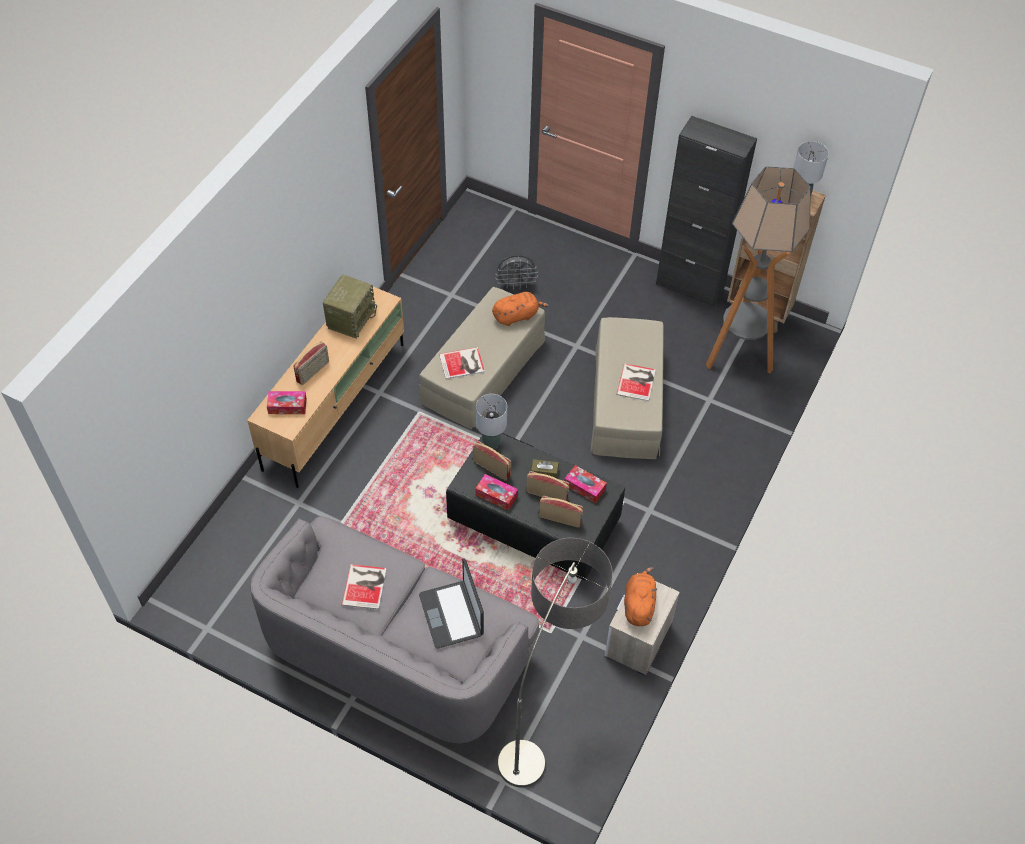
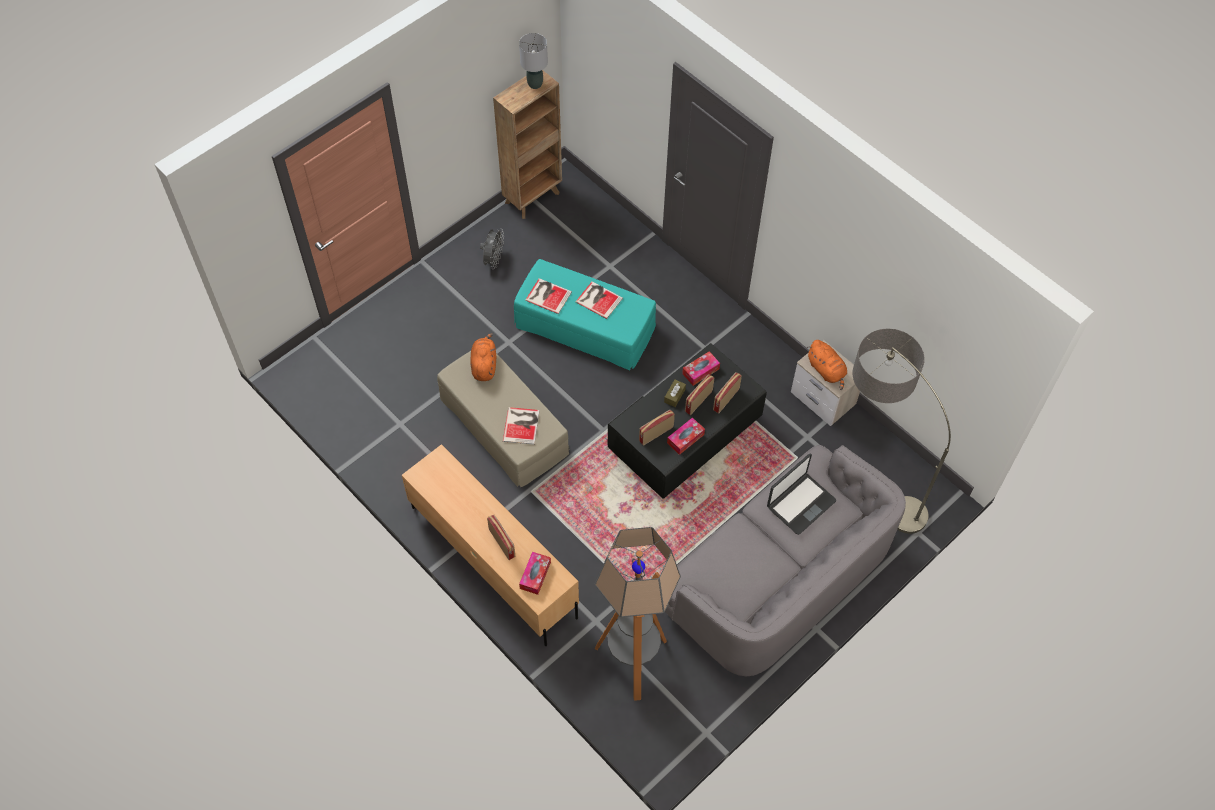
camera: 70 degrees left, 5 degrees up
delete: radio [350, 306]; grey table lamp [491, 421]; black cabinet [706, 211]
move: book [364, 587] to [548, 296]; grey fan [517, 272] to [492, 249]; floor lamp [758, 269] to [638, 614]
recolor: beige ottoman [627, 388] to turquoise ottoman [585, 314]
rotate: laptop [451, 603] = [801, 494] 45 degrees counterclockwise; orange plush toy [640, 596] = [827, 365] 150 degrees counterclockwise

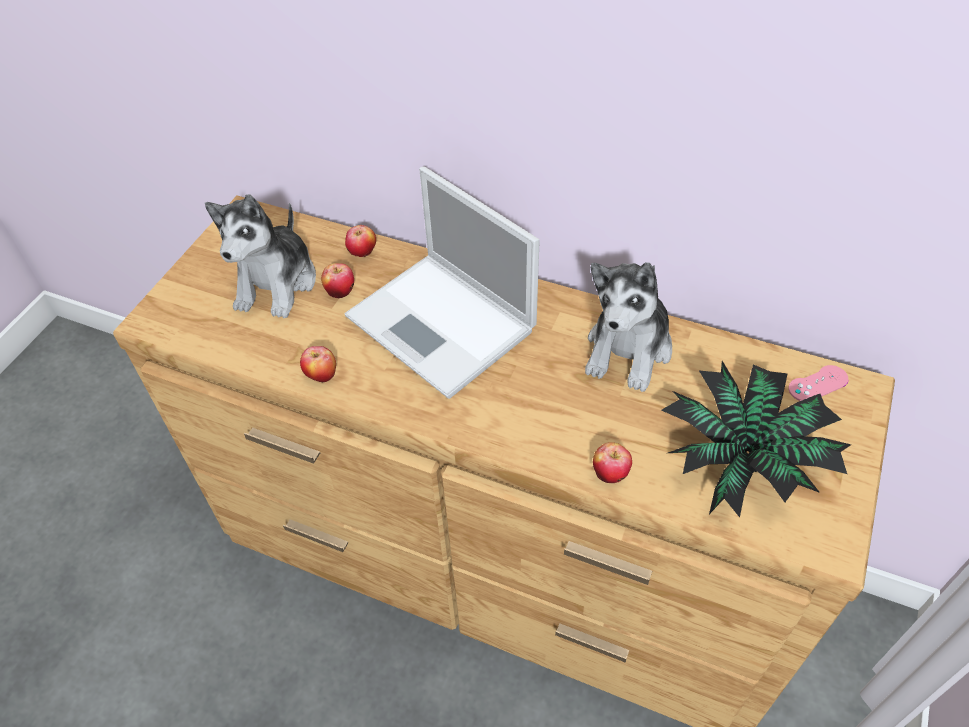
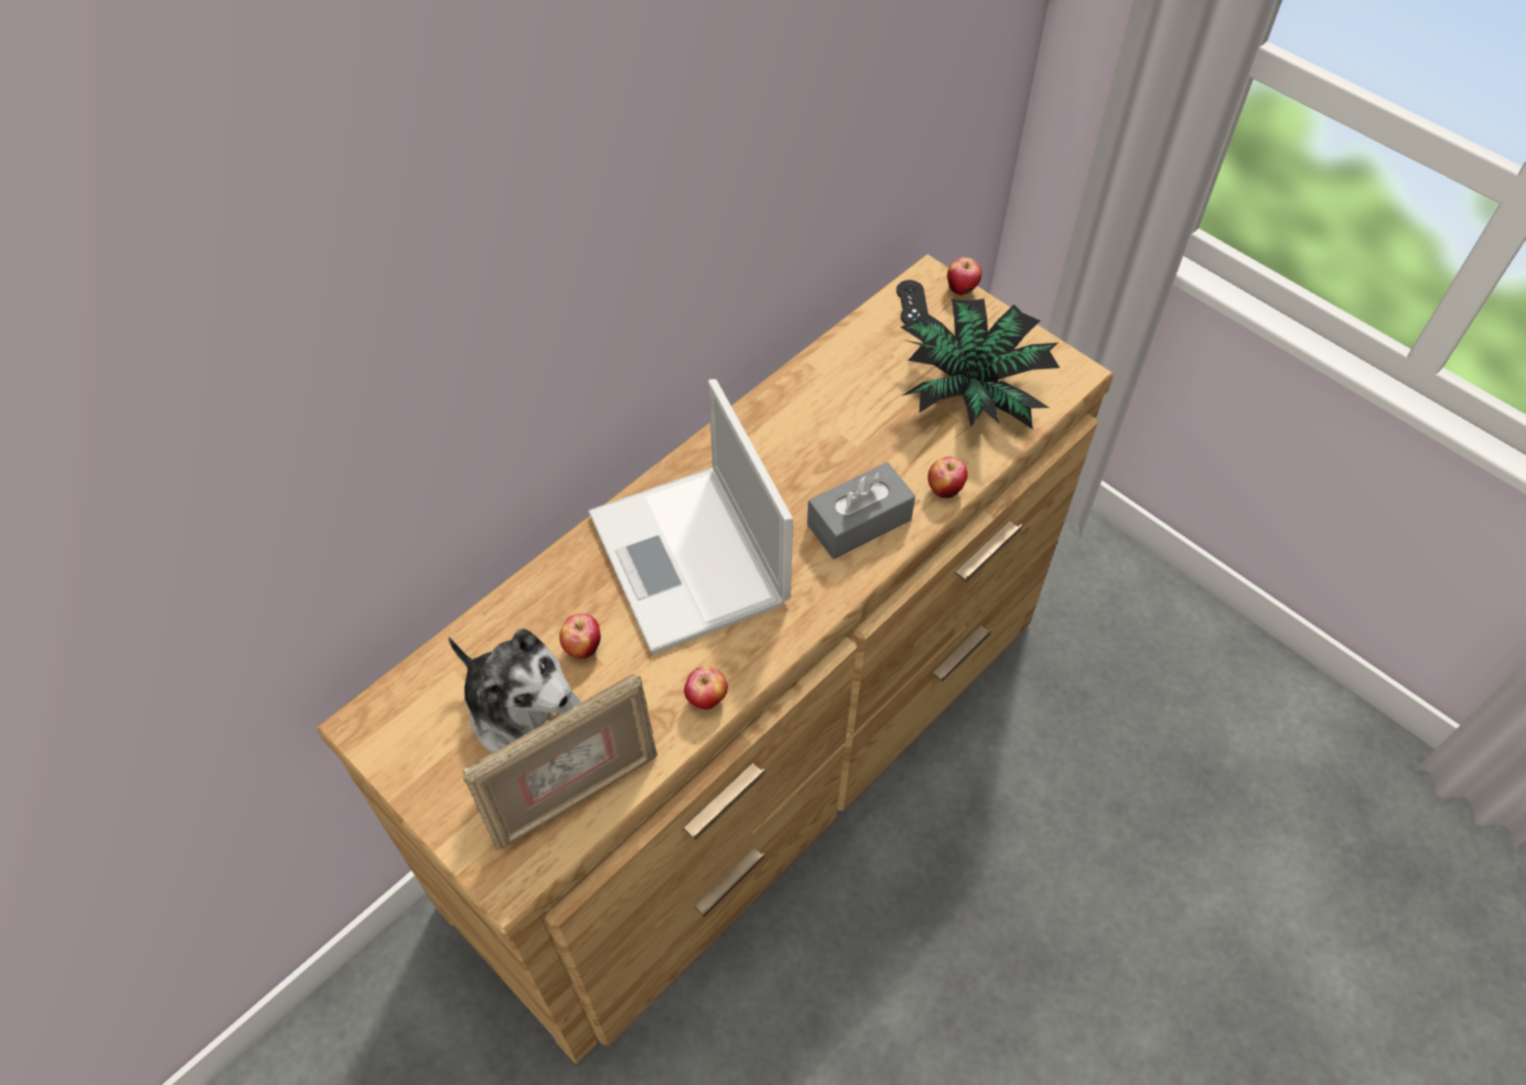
camera: 70 degrees left, 5 degrees up
delete: plush toy [628, 327]
insert: picture frame [560, 762]; grey tissue box [861, 510]
move: apple [360, 241] to [964, 276]
recolor: pink game controller [818, 383] to black game controller [912, 302]
rotate: laptop [442, 282] = [690, 516] 90 degrees clockwise

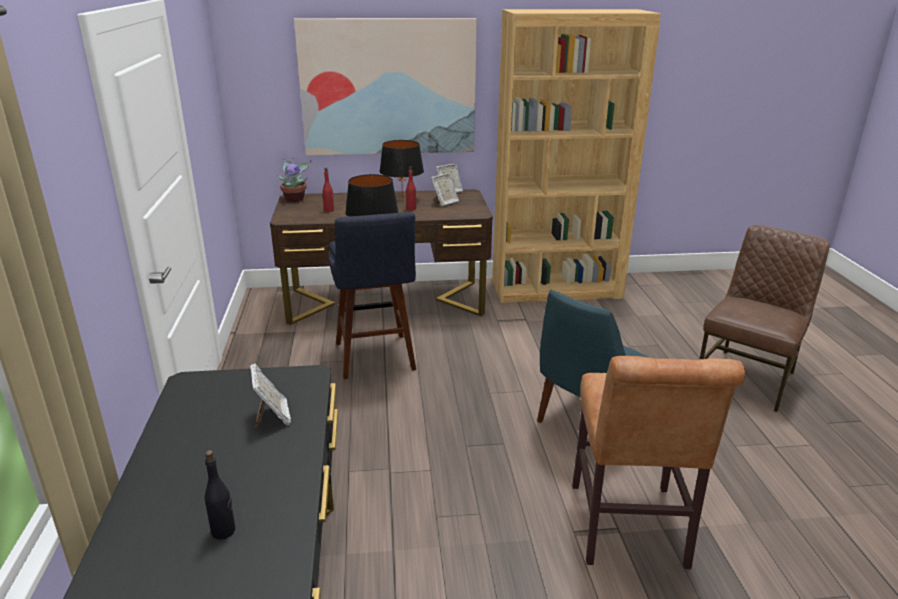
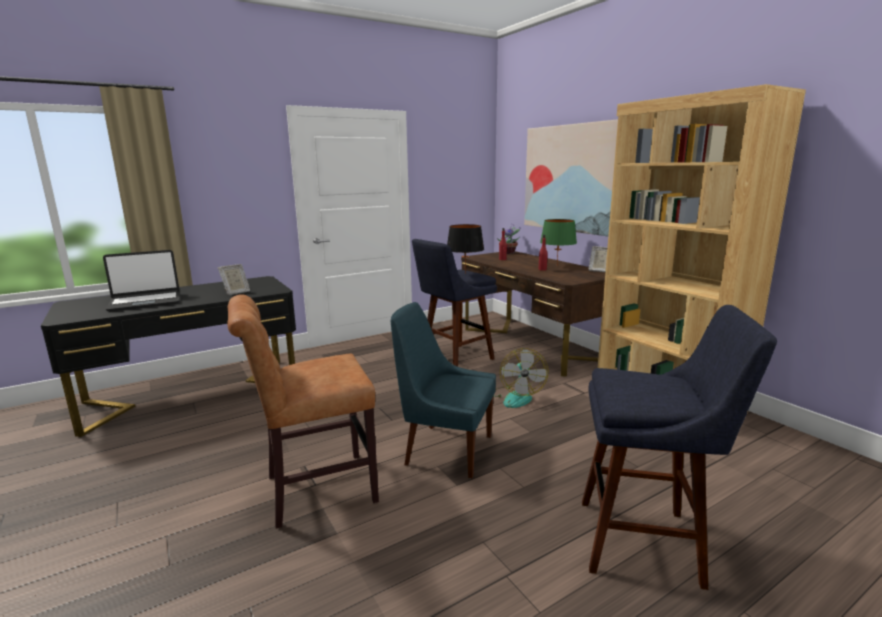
camera: 65 degrees right, 10 degrees down
delete: picture frame [445, 189]
insert: fan [521, 378]
replace: black bottle [220, 495] to laptop [141, 280]; brown chair [764, 318] to blue stool [679, 447]
recolor: black table lamp [401, 169] to green table lamp [558, 241]

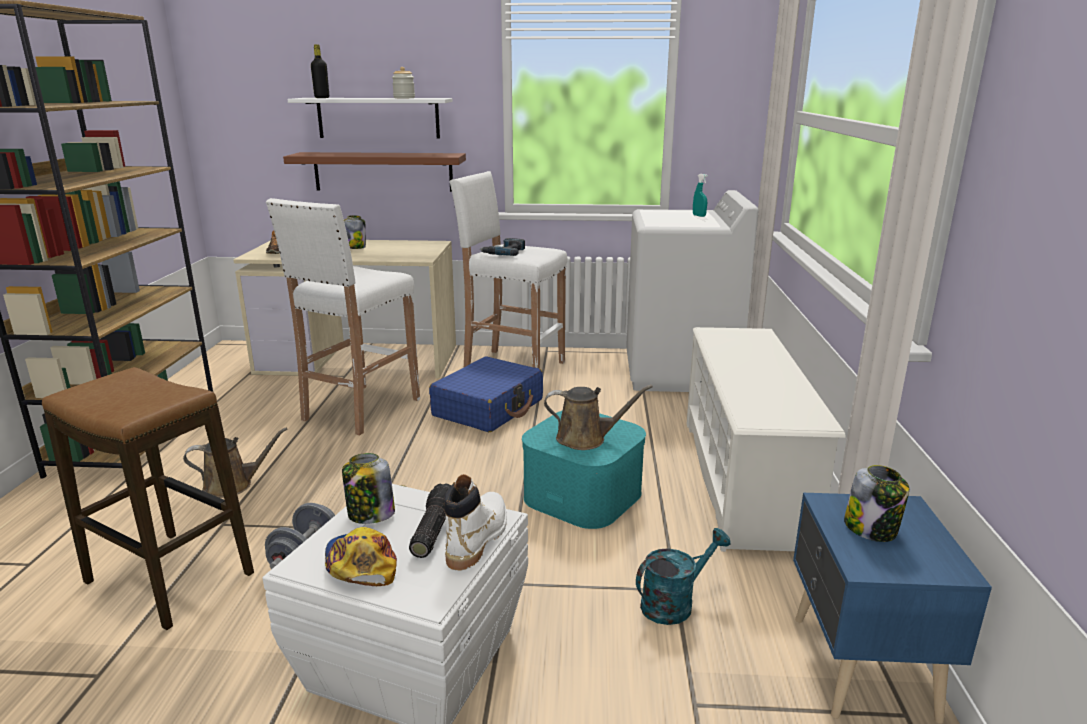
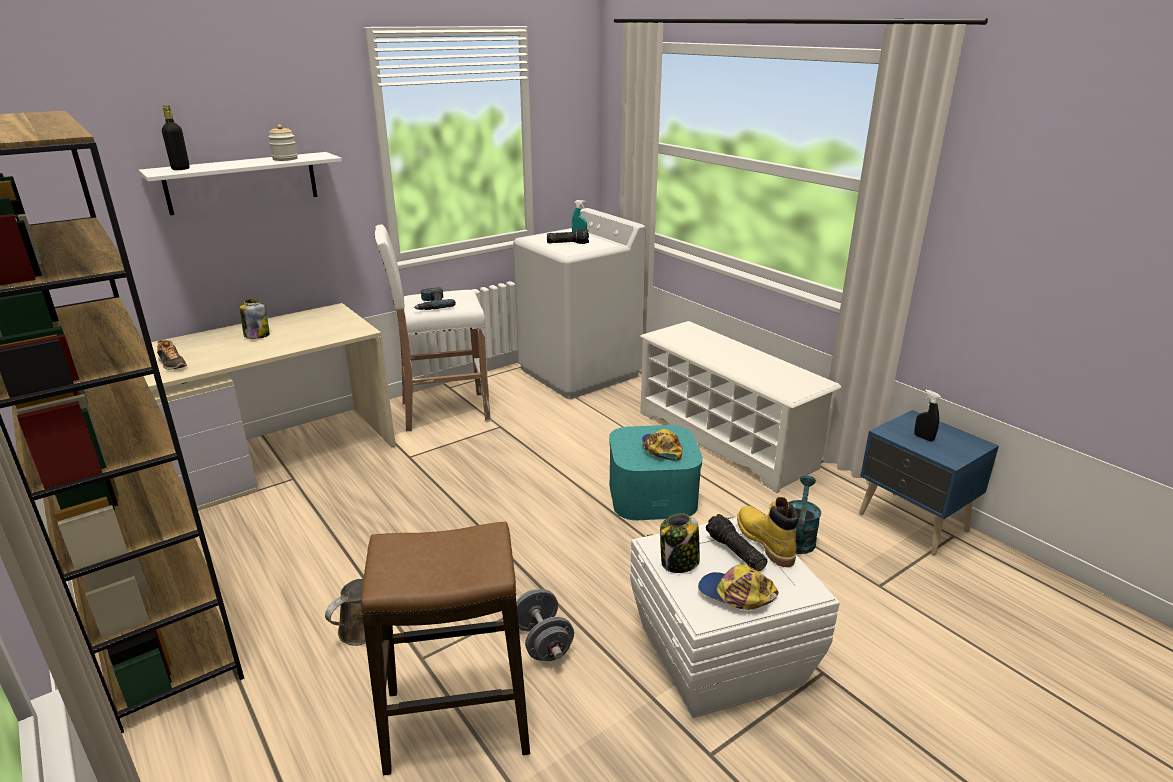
camera: 40 degrees left, 5 degrees up
delete: white stool [343, 316]; brown shelf [374, 172]; blue suitcase [486, 394]
insert: flashlight [568, 236]
replace: brown watering can [598, 417] to cap [662, 445]; jar [876, 503] to black spray bottle [927, 416]
recolor: white boot [475, 522] to yellow boot [768, 532]

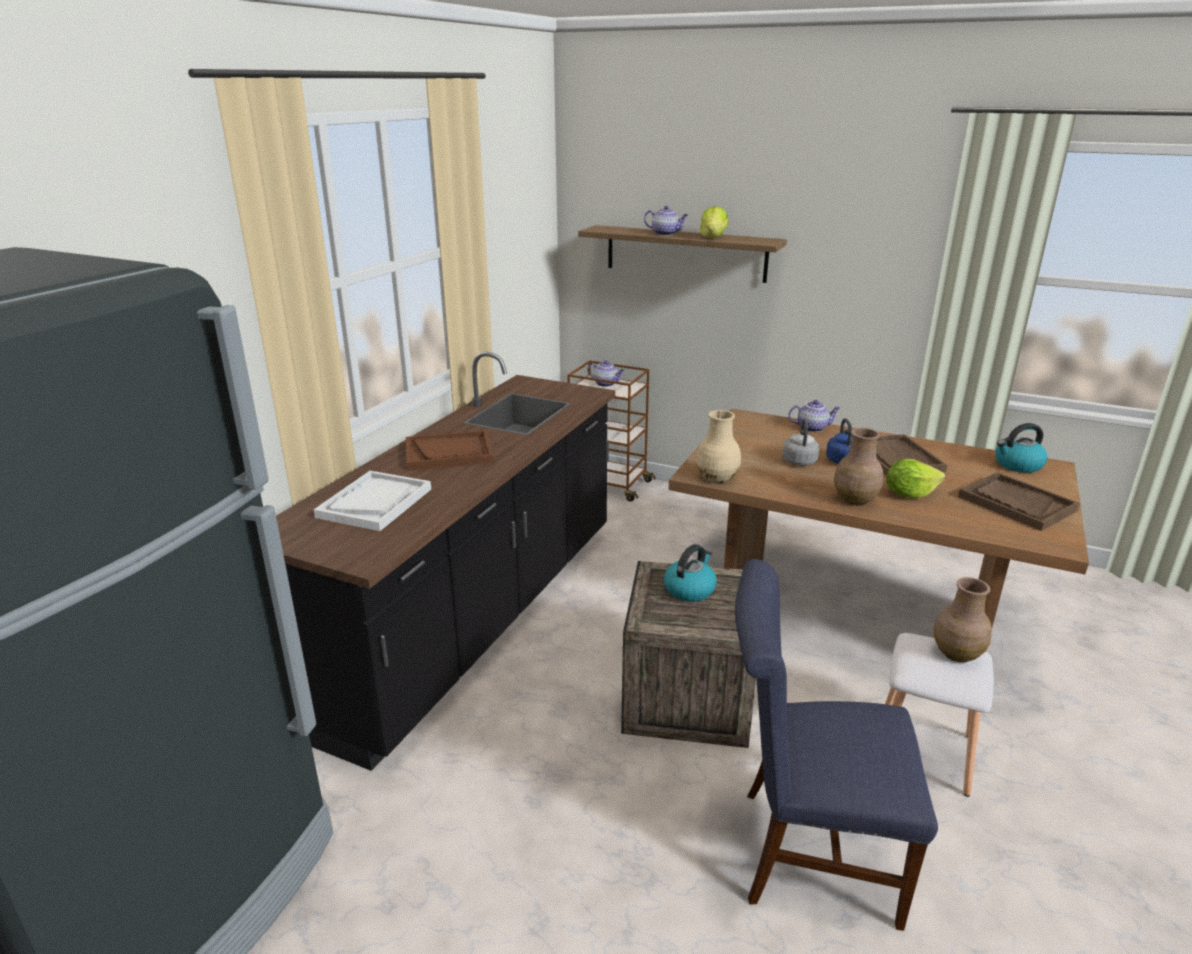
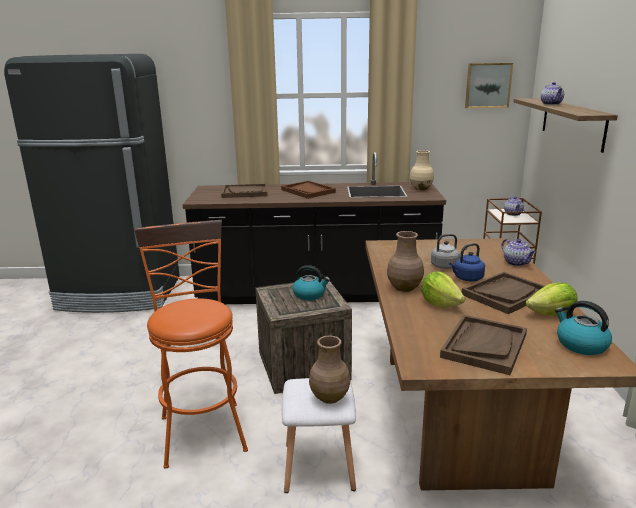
camera: 65 degrees right, 5 degrees down
insert: picture [489, 85]
move: beige vase [718, 447] to [422, 170]; lettuce [714, 222] to [551, 299]
replace: blue chair [836, 745] to orange stool [191, 344]
recolor: white tray [372, 501] to brown tray [244, 190]

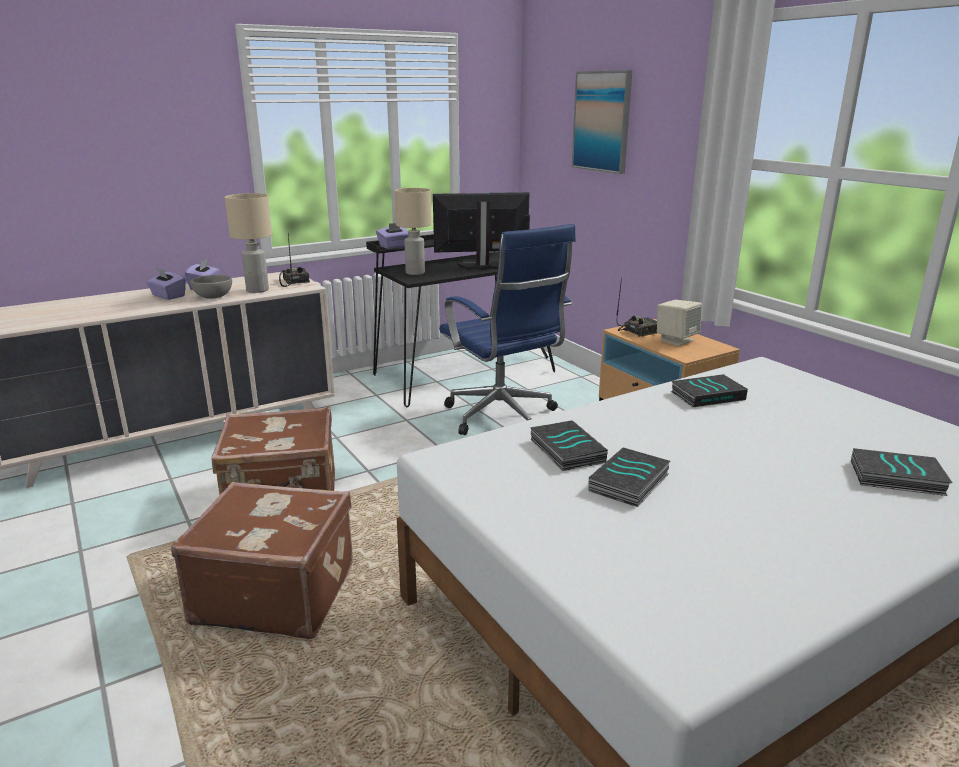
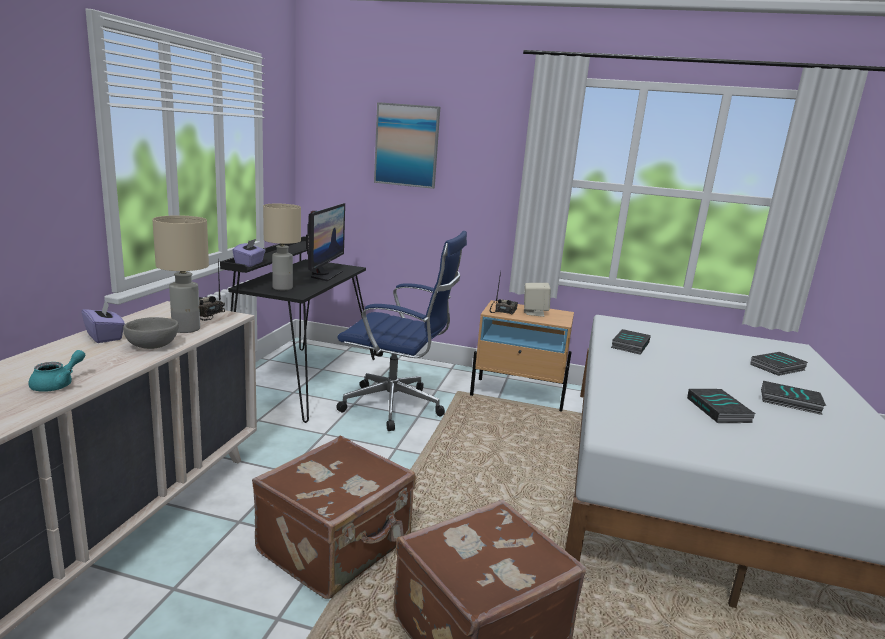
camera: 45 degrees left, 5 degrees down
delete: purple tissue box [166, 284]
insert: turquoise teapot [56, 371]
move: book [569, 445] to [793, 398]
rotate: monitor [481, 231] = [325, 242] 150 degrees clockwise

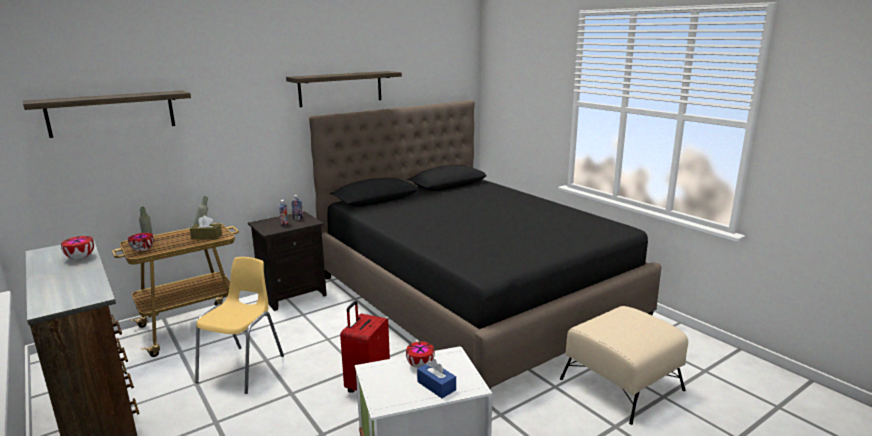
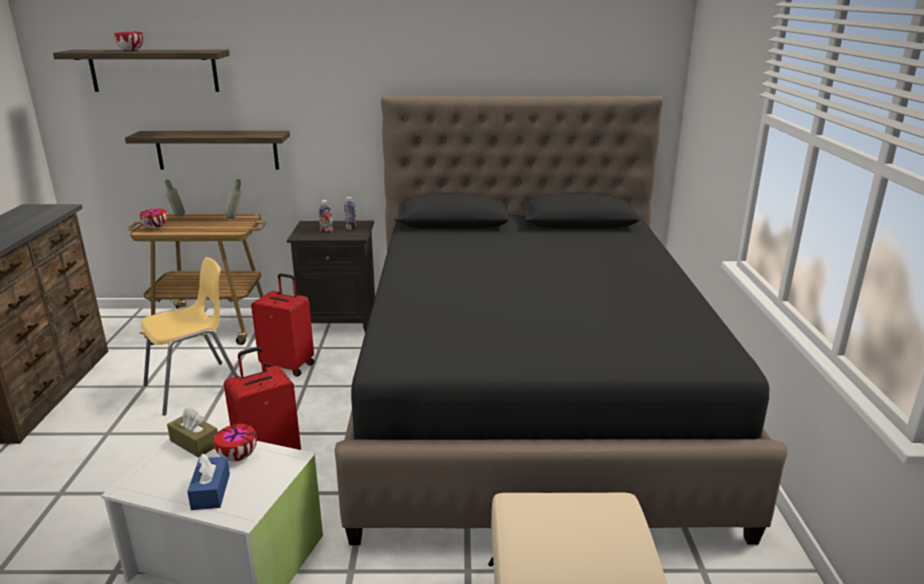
camera: 35 degrees right, 5 degrees up
insert: red suitcase [283, 325]
move: bowl [77, 247] to [129, 41]; brown tissue box [206, 228] to [192, 433]; shelf [344, 89] to [207, 150]

